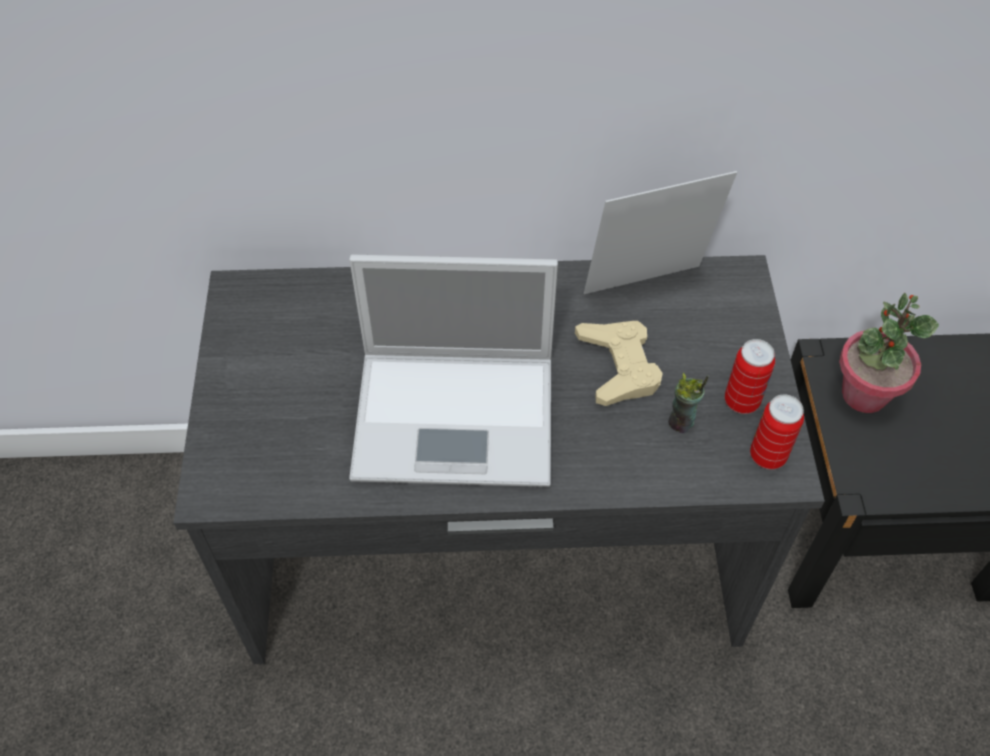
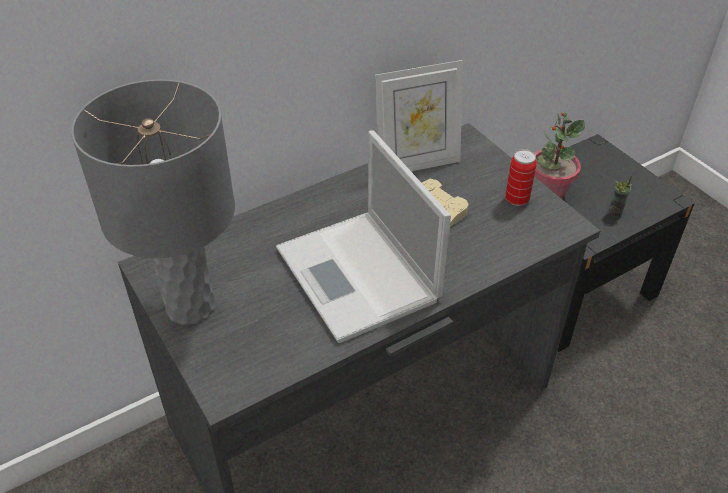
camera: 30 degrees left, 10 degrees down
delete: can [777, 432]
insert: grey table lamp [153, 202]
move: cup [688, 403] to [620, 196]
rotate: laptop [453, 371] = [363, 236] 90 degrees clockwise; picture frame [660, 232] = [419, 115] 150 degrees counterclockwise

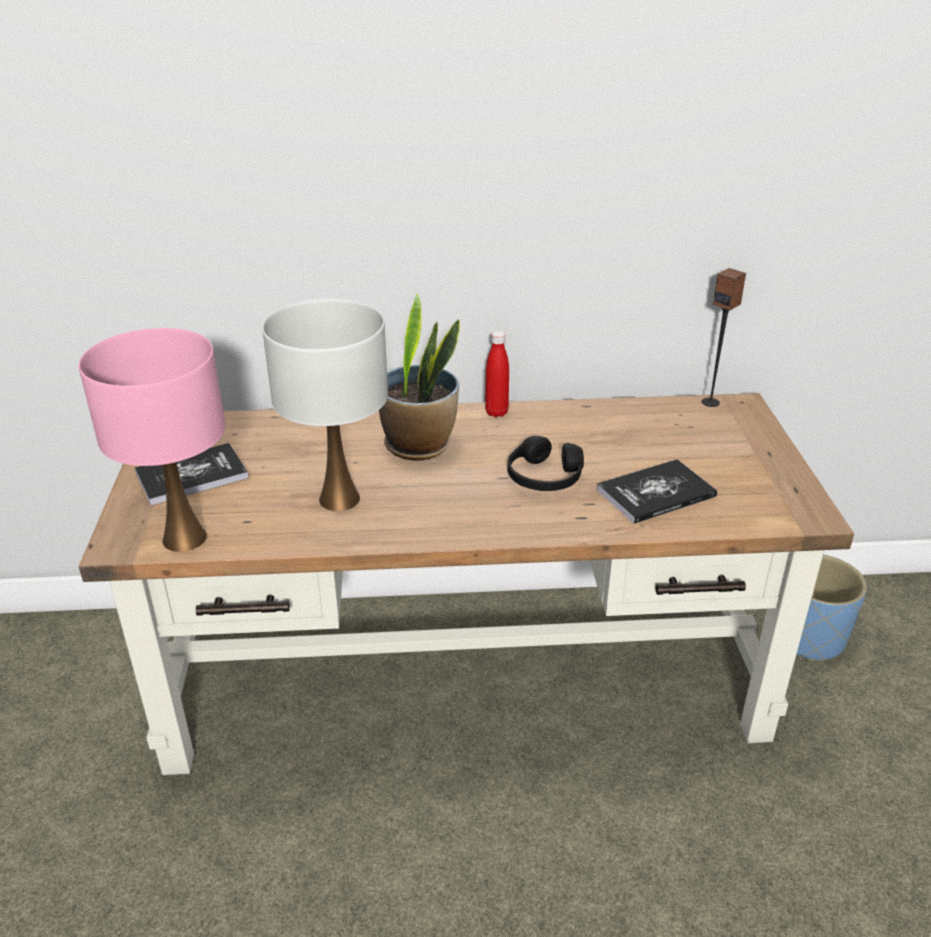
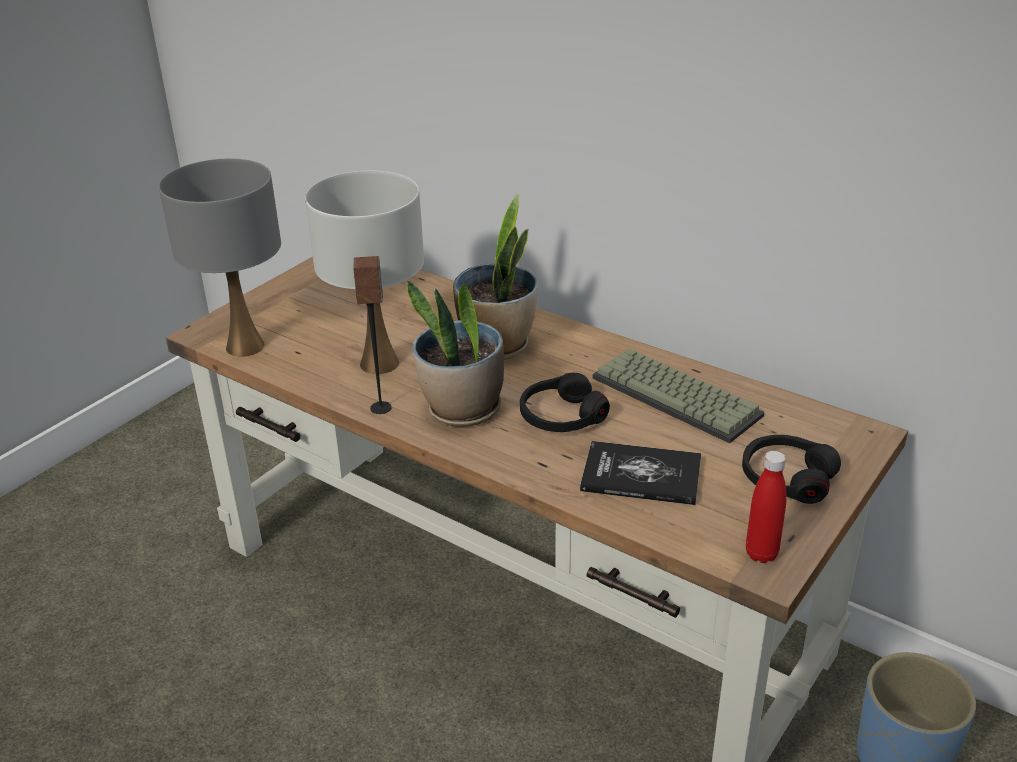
camera: 40 degrees right, 0 degrees up
delete: book [192, 474]
insert: potted plant [455, 353]; keyboard [678, 396]; black headphones [791, 469]
move: red bottle [497, 374] to [766, 507]; speaker [724, 337] to [372, 335]
recolor: pink table lamp [152, 440] to grey table lamp [220, 258]

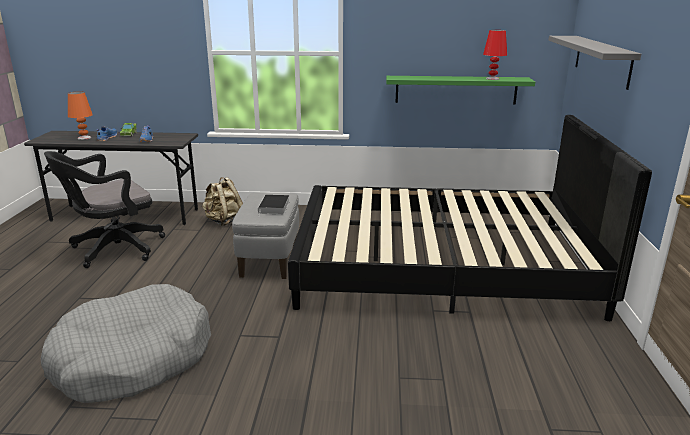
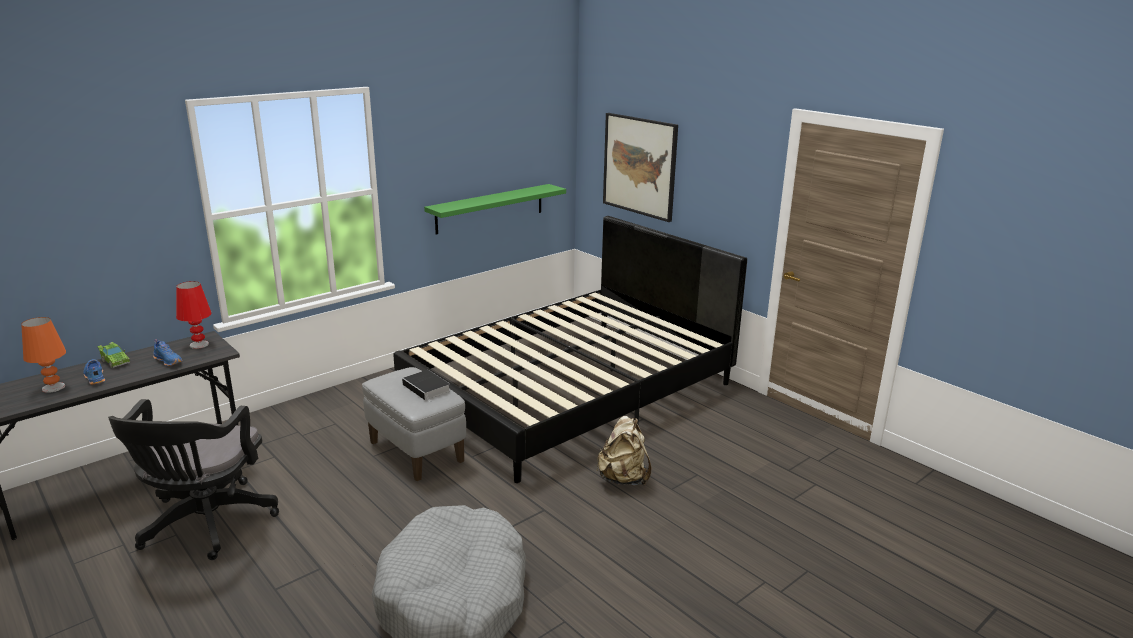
camera: 45 degrees left, 0 degrees up
move: beige backpack [222, 201] to [624, 450]; red table lamp [495, 55] to [193, 315]
replace: grey shelf [594, 63] to picture [640, 167]

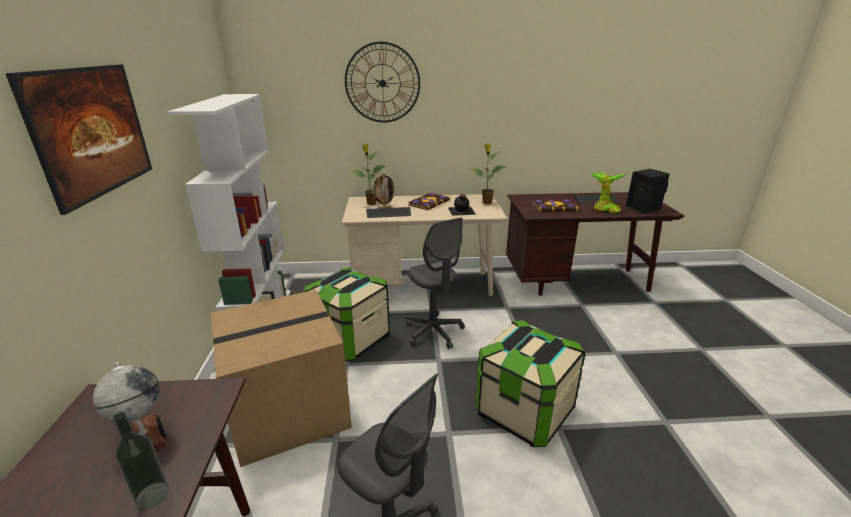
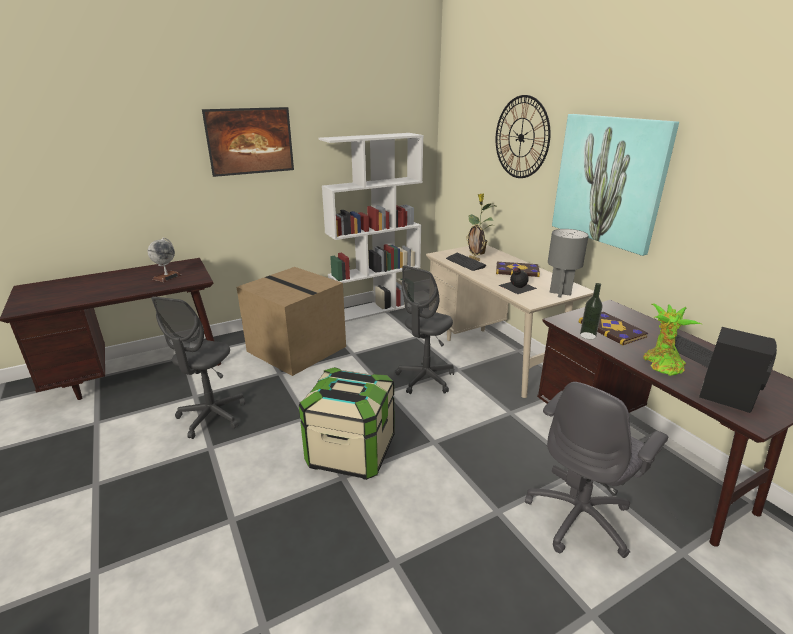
camera: 65 degrees right, 0 degrees up
delete: storage box [347, 314]
insert: grey office chair [596, 470]; picture [615, 185]
move: bottle [141, 460] to [591, 311]
replace: potted plant [488, 174] to grey table lamp [568, 263]

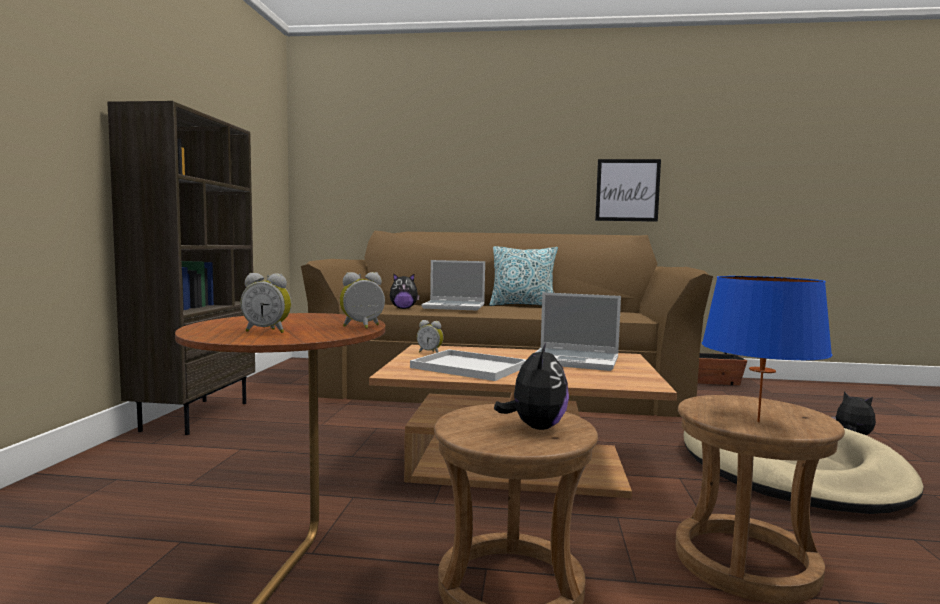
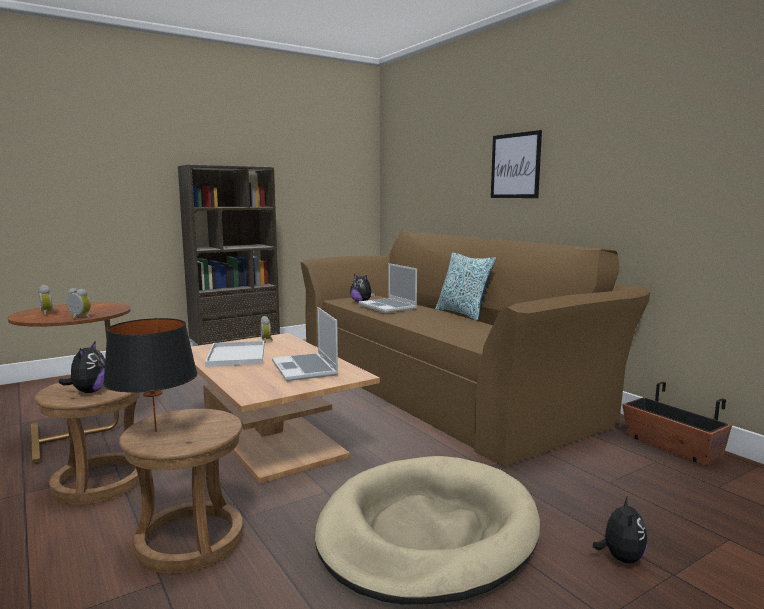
camera: 50 degrees right, 5 degrees up
move: picture [628, 190] to [516, 164]
recolor: blue table lamp [767, 349] to black table lamp [150, 375]
rotate: plush toy [531, 386] = [82, 366] 60 degrees counterclockwise

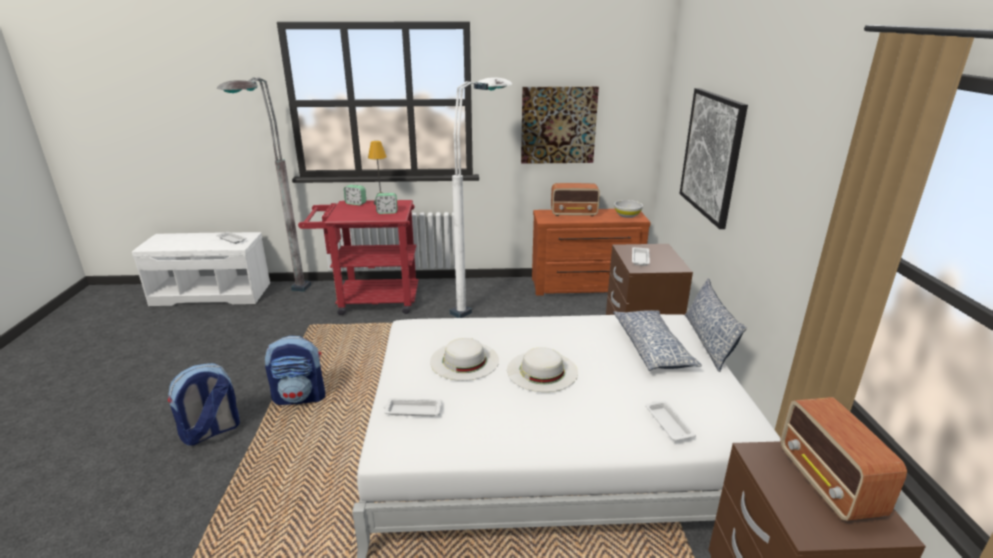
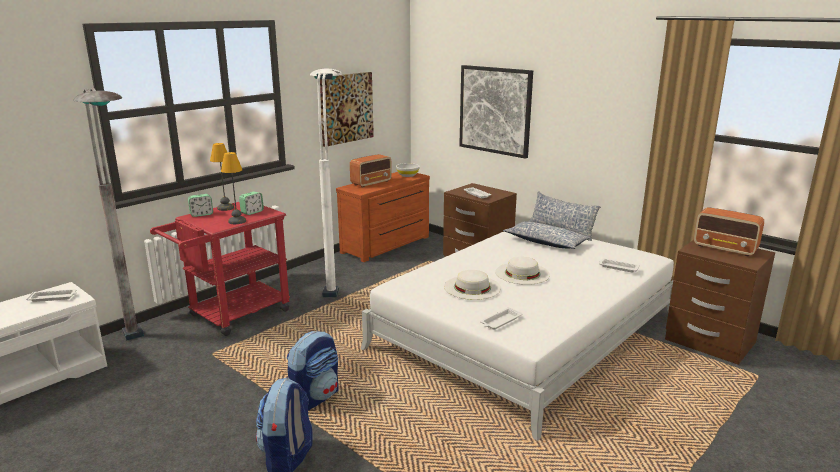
camera: 45 degrees left, 5 degrees down
insert: table lamp [233, 188]

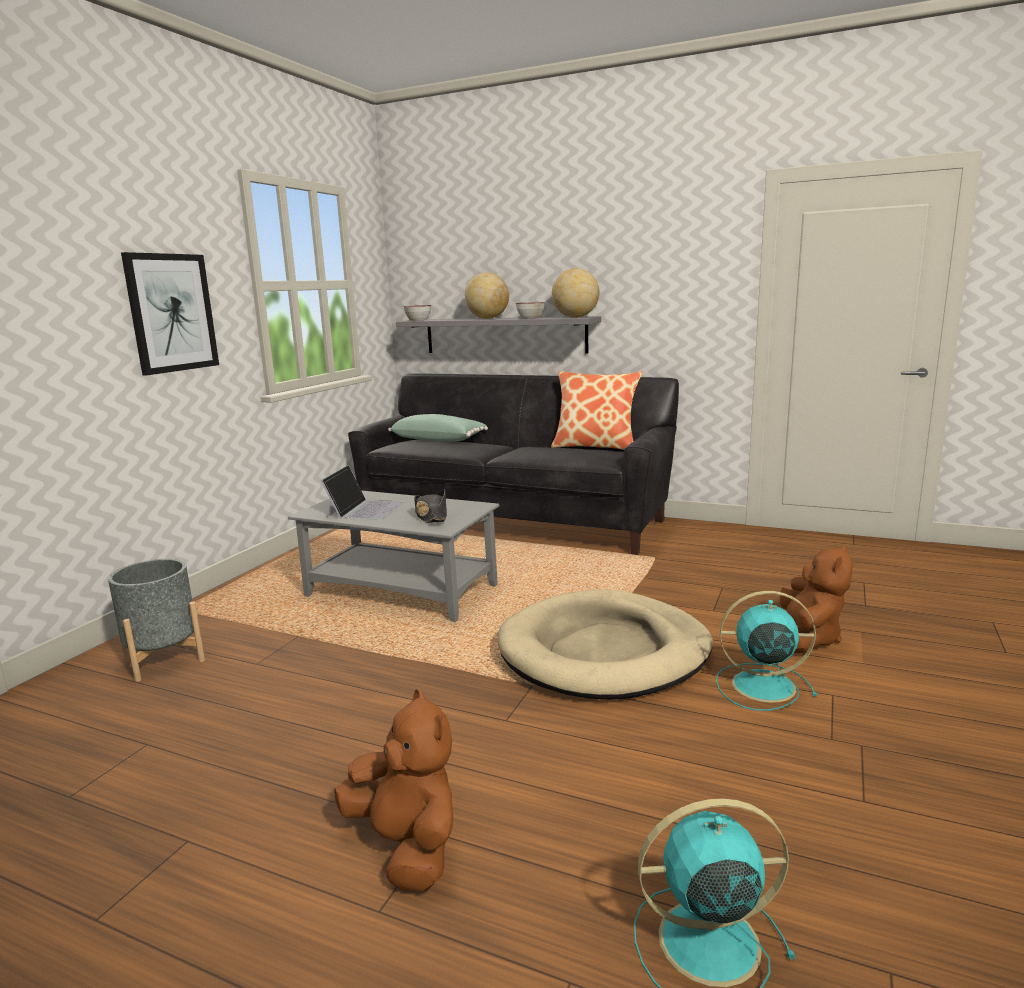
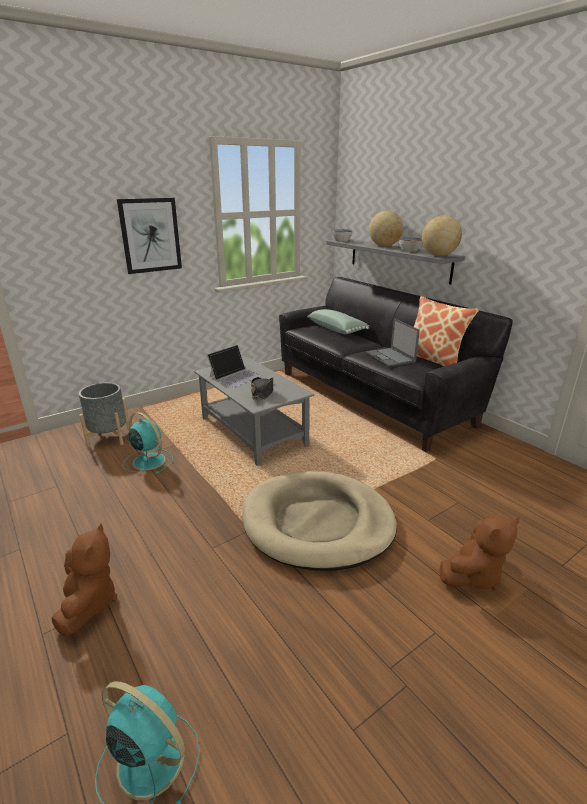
camera: 30 degrees right, 10 degrees up
insert: laptop [393, 342]
move: turquoise fan [766, 651] to [148, 443]

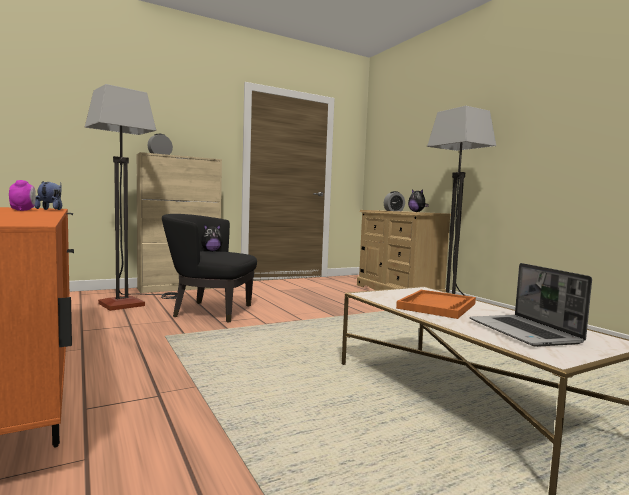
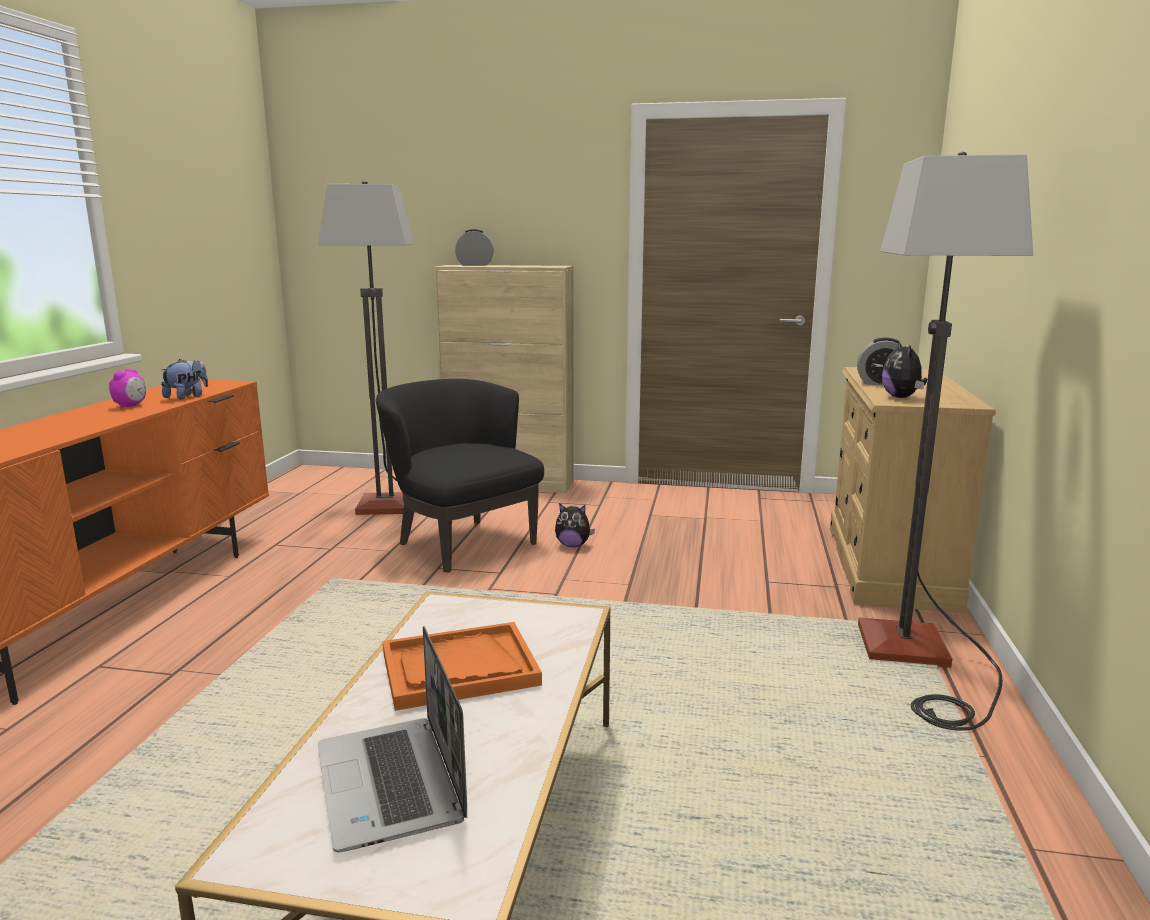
camera: 40 degrees right, 10 degrees up
move: plush toy [212, 238] to [575, 525]
rotate: laptop [530, 305] = [392, 739] 45 degrees counterclockwise

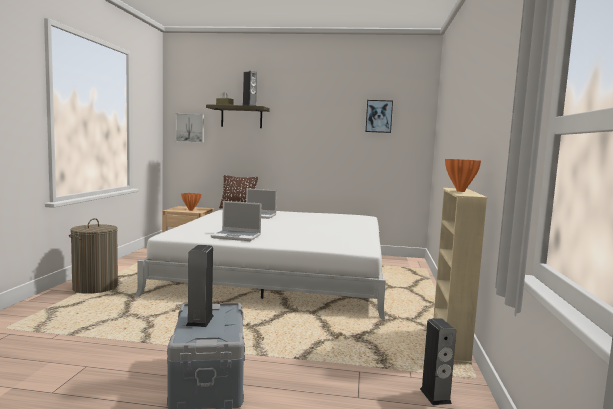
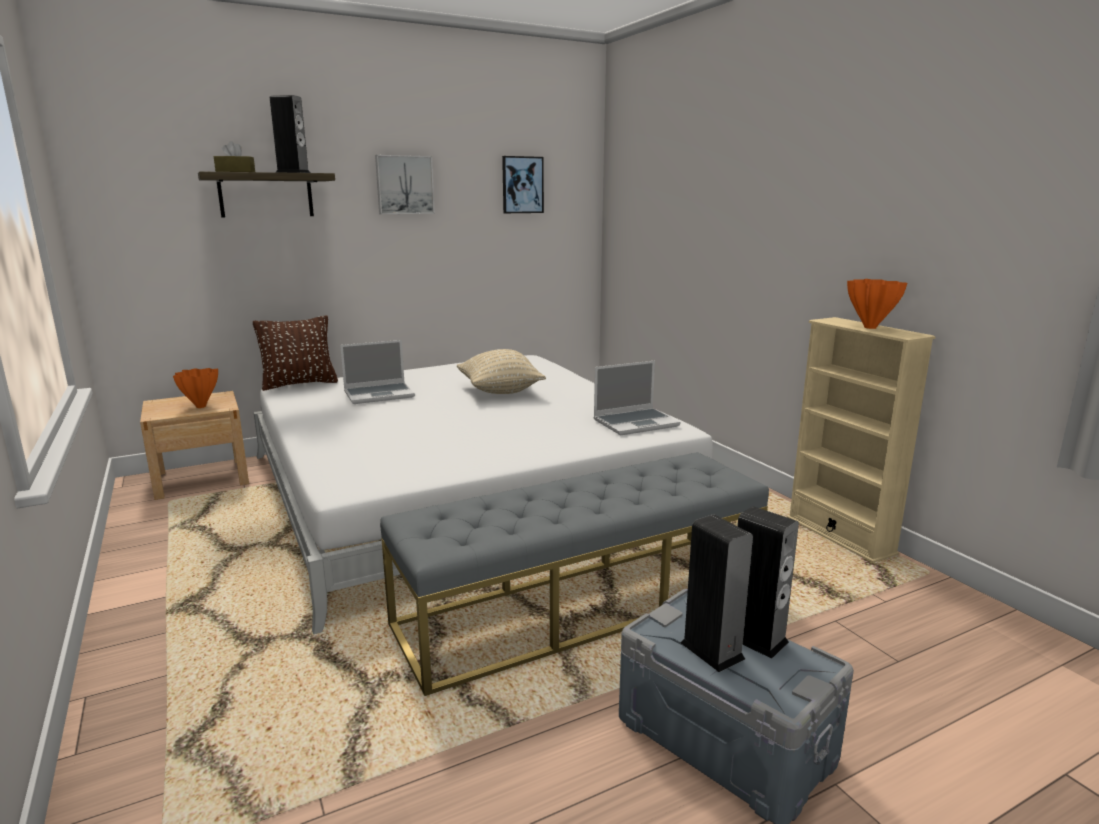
camera: 35 degrees left, 10 degrees up
delete: laundry basket [93, 256]
insert: grey bench [574, 574]; beige pillow [501, 371]
move: picture [189, 128] to [405, 184]; laptop [236, 221] to [636, 397]; speaker [438, 361] to [768, 582]

